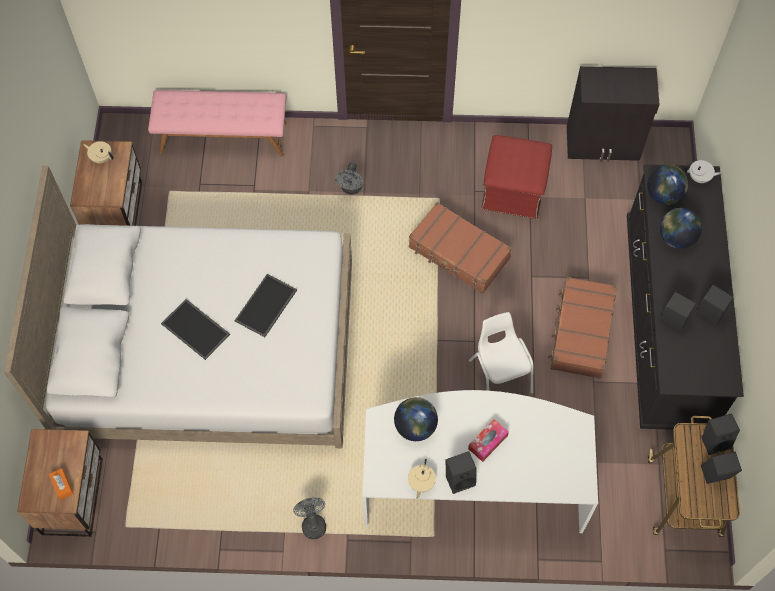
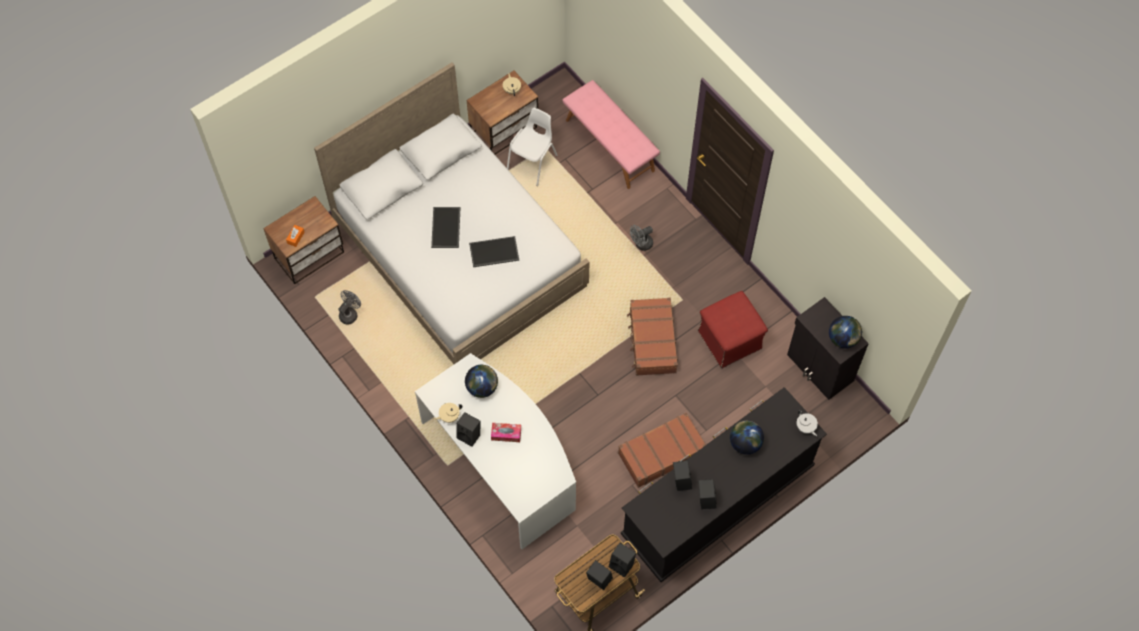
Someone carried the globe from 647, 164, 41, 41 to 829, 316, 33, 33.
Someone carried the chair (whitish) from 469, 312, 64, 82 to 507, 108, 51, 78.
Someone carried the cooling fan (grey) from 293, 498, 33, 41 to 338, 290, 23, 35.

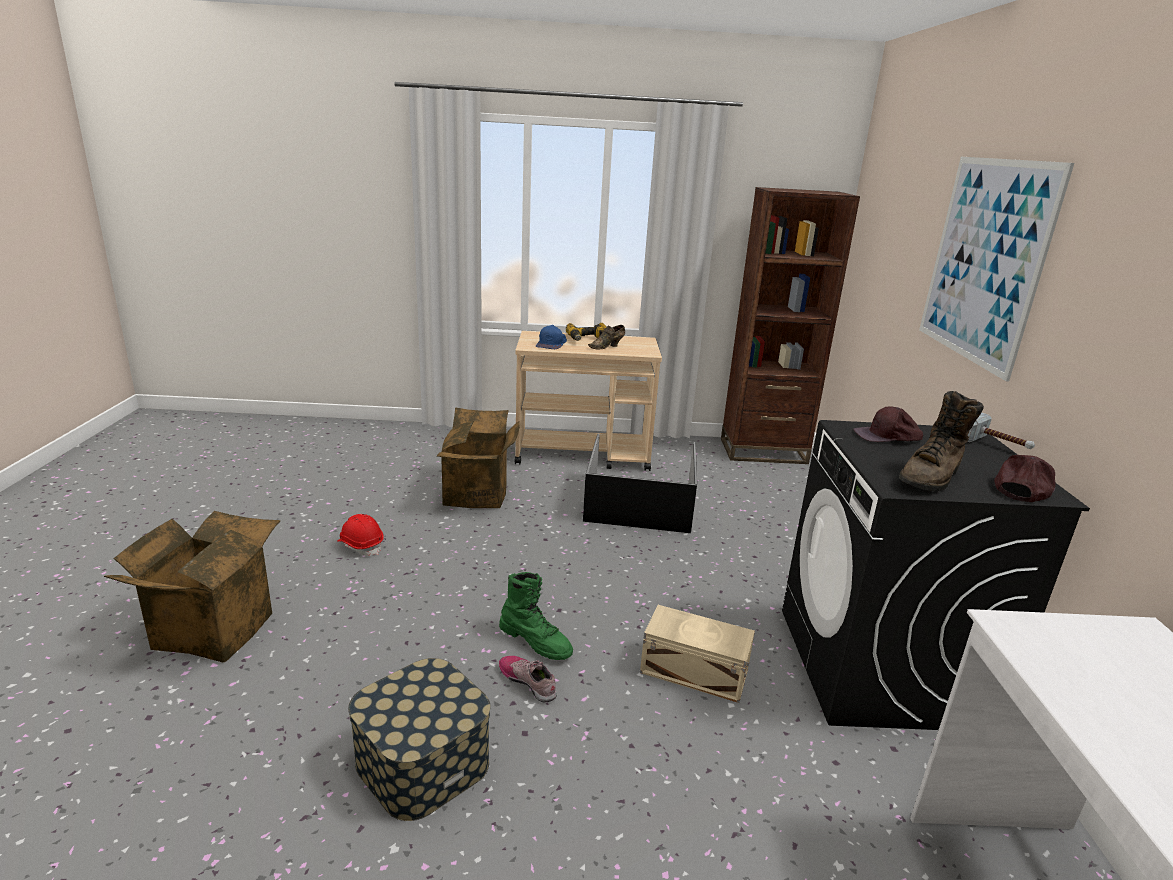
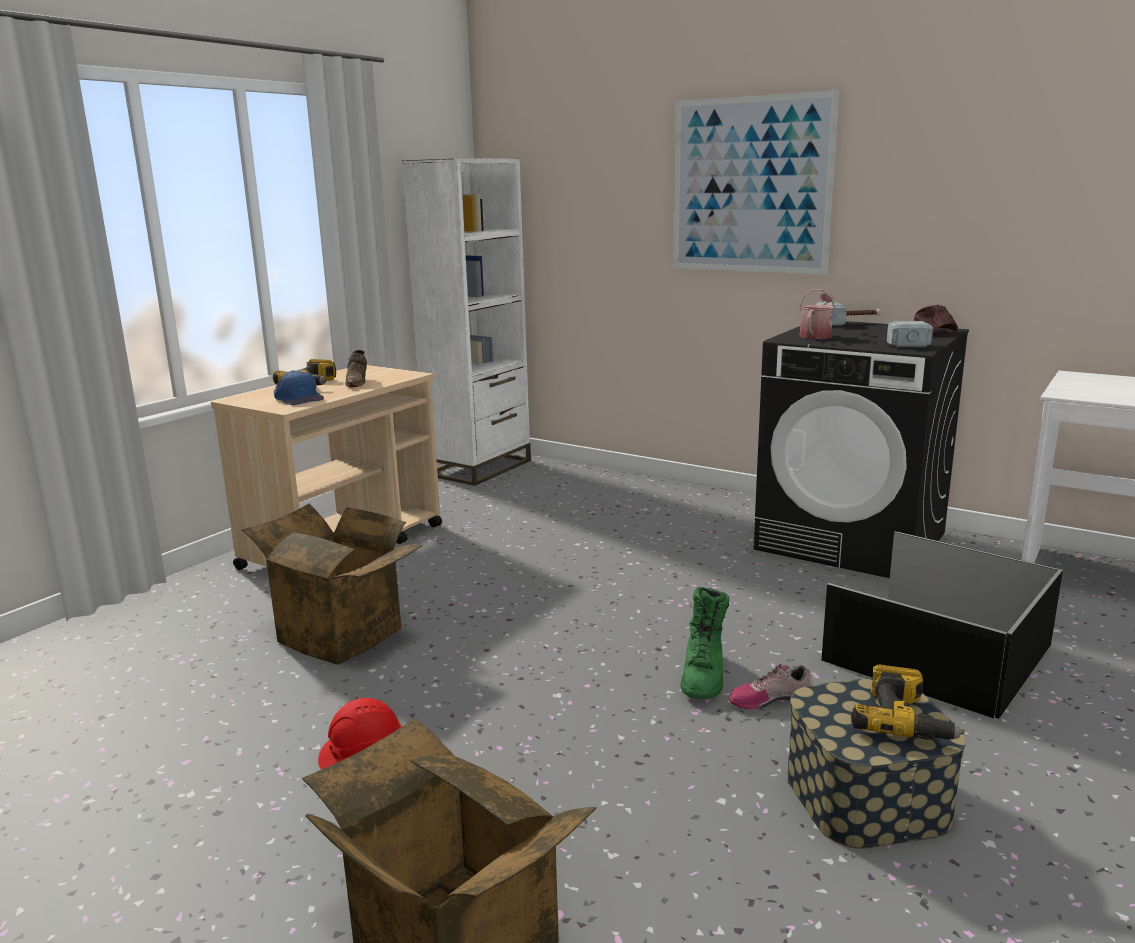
Someone repainted the shelving unit (brown) at 721, 187, 139, 277, which became the shelving unit (whitish) at 402, 158, 129, 328.
Someone swapped the high-top boot (brown) at 899, 391, 85, 100 for the tool hammer at 887, 321, 46, 26.
Someone swapped the cap (brown) at 853, 406, 70, 36 for the sprinkling can at 799, 289, 36, 50.
Someone carried the storage box (blackish) from 583, 433, 114, 100 to 821, 531, 242, 188.
Someone rotated the high-top boot (green-coloured) at 499, 572, 74, 88 by 120 degrees clockwise.
Someone took away the storage box (beige-coloured) at 640, 605, 115, 98.
Someone put down the power drill at 851, 665, 113, 75.

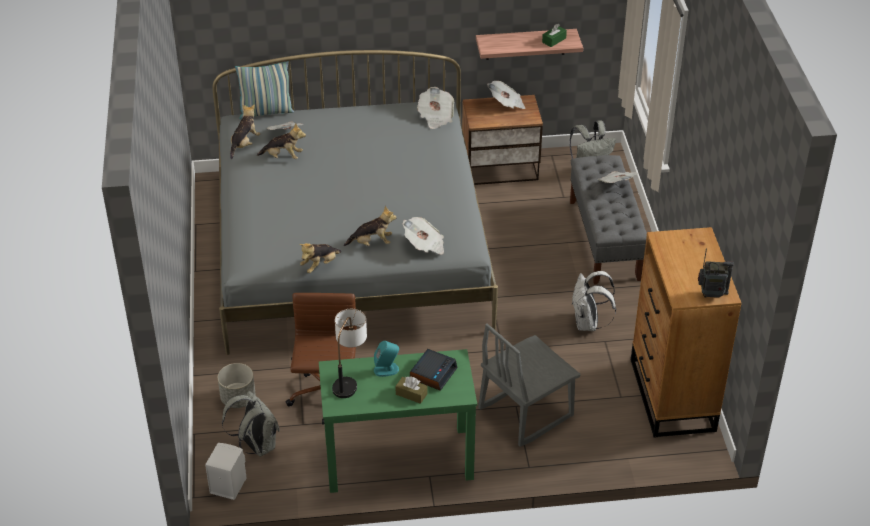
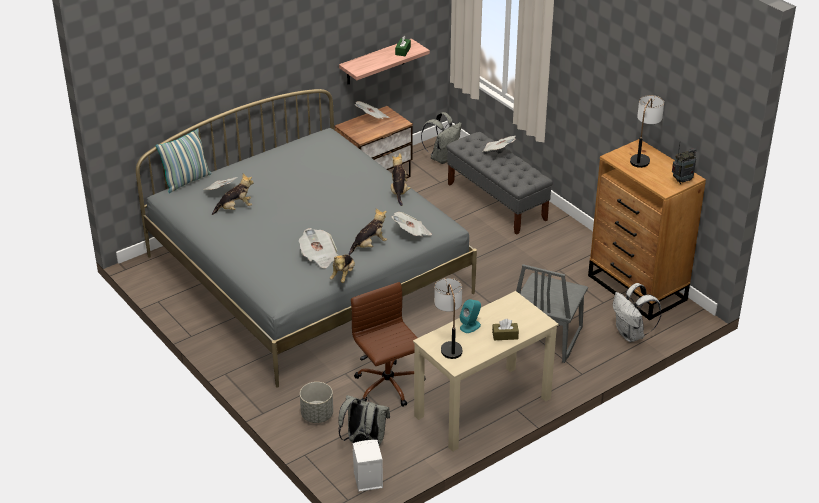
Someone carried the printed paper from 417, 87, 37, 42 to 299, 228, 40, 40.
Someone carried the cuddly toy from 230, 105, 30, 54 to 391, 154, 20, 52.
Someone carried the knapsack (whitish) from 572, 271, 44, 60 to 613, 283, 49, 59.
Someone repainted the desk table (green-coloured) at 319, 349, 158, 144, which became the desk table (beige-coloured) at 413, 291, 146, 161.
Someone took away the bedside clock at 410, 349, 48, 42.
Someone put down the tabletop lamp at 630, 95, 34, 73.

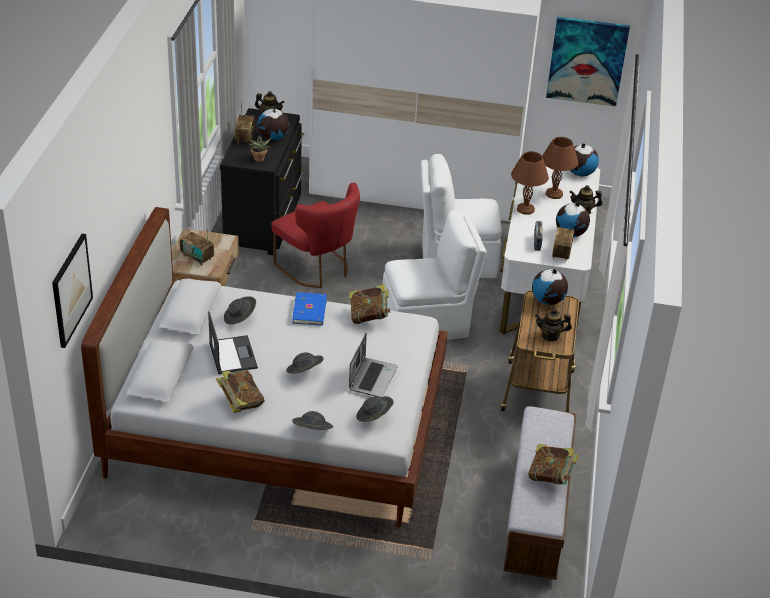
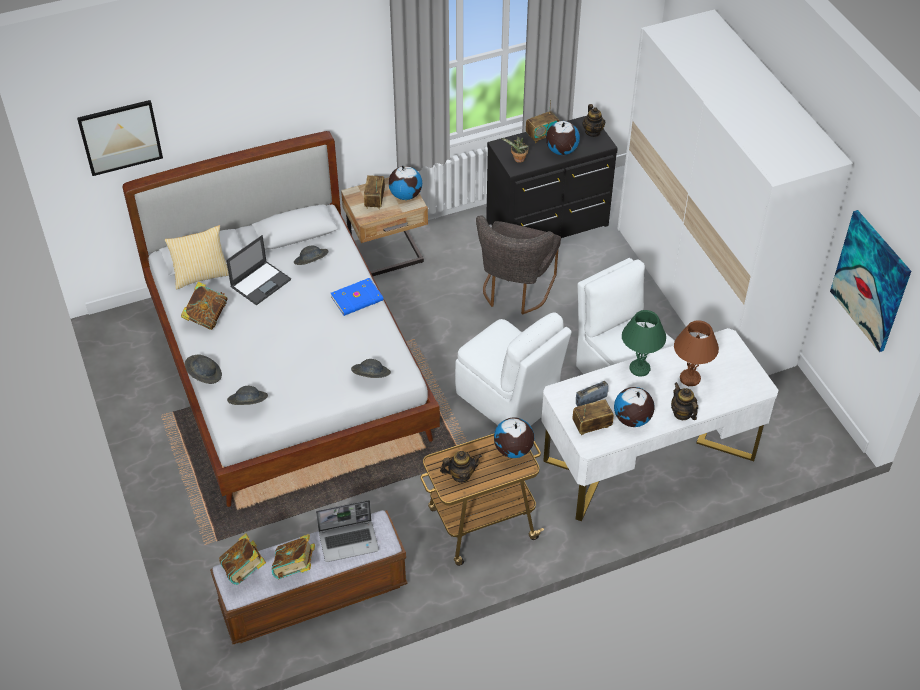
Someone carried the globe from 570, 143, 29, 33 to 388, 166, 34, 34.
Someone repainted the tabletop lamp (brown) at 511, 151, 38, 64, which became the tabletop lamp (green-coloured) at 622, 310, 44, 67.
Someone repainted the chair (red) at 271, 183, 89, 105, which became the chair (grey) at 476, 215, 85, 100.
Someone carried the book from 349, 284, 42, 40 to 219, 533, 47, 52.
Someone rotated the tea pot at 535, 309, 37, 32 by 105 degrees clockwise.
Someone carried the laptop from 349, 333, 49, 64 to 316, 500, 63, 62.
Someone carried the clothing hat (grey) from 286, 352, 38, 22 to 351, 359, 40, 19.
Someone put down the cushion at 164, 225, 65, 65.

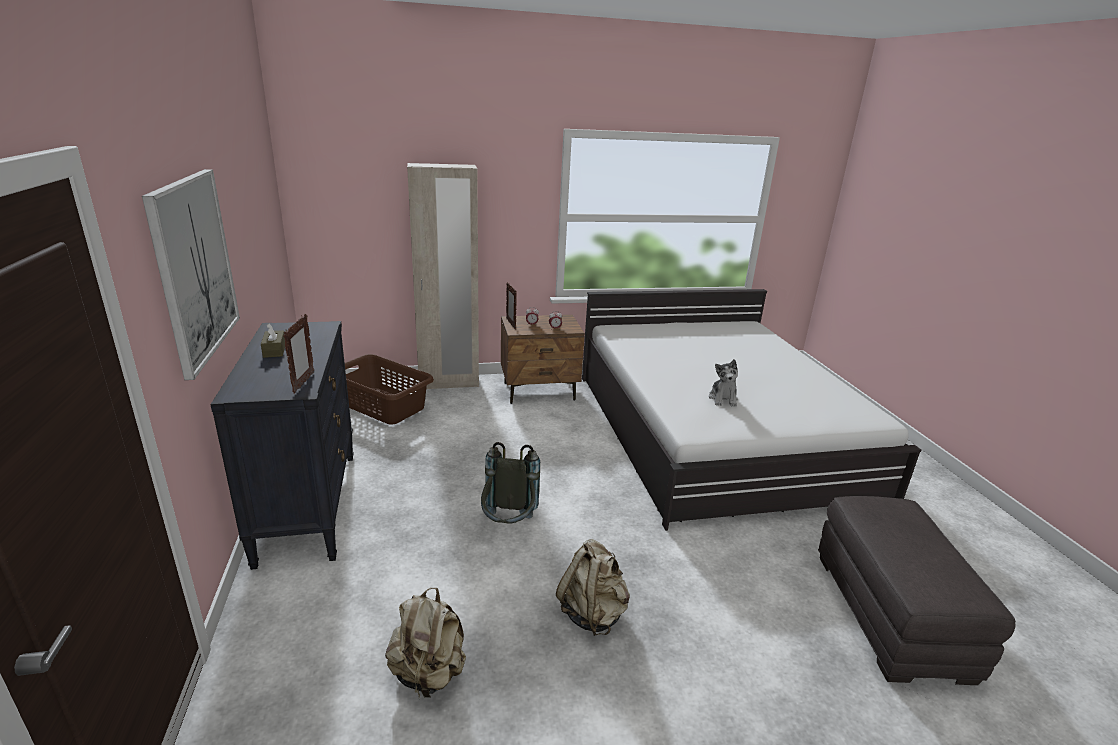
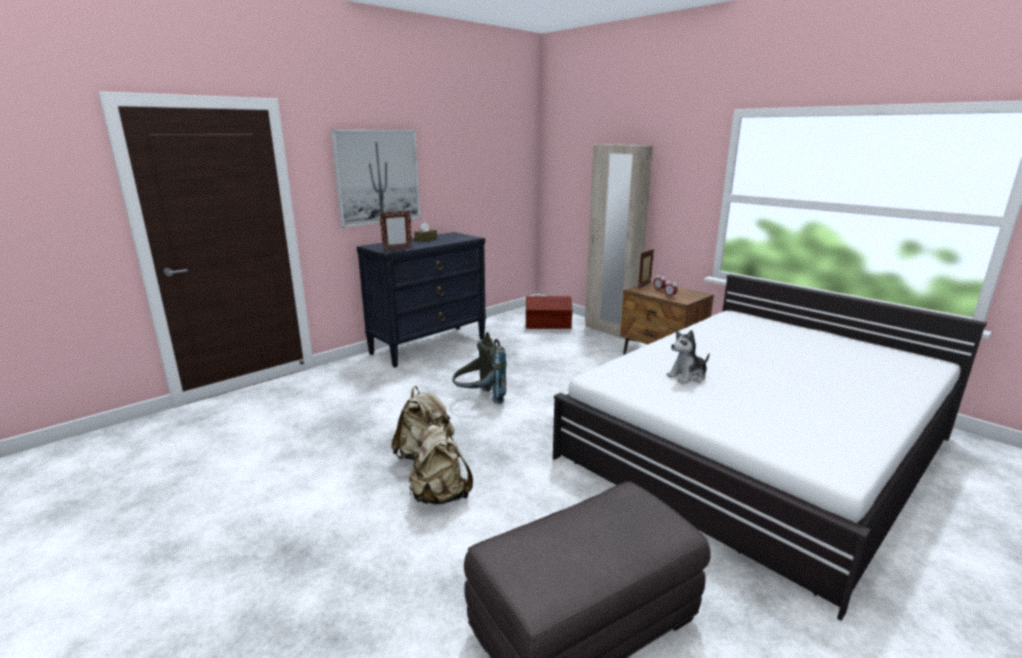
Someone swapped the washing basket (brown) at 345, 354, 89, 71 for the storage box (brown) at 526, 296, 46, 33.
Someone carried the knapsack (beige-coloured) from 385, 588, 81, 109 to 409, 424, 64, 81.

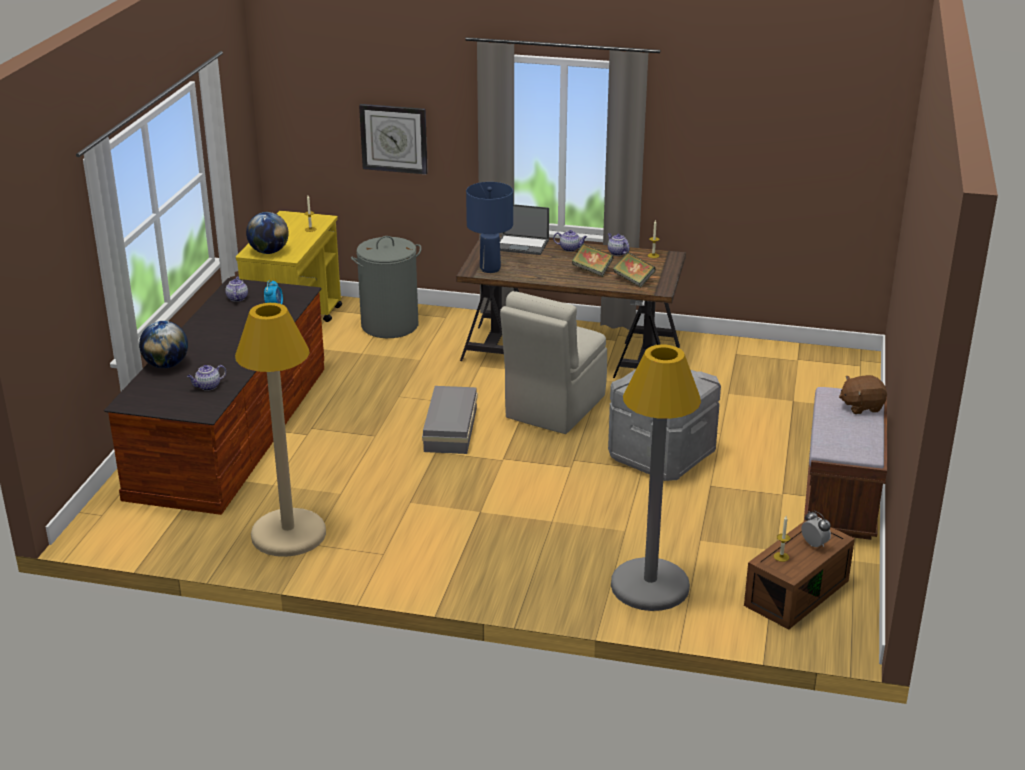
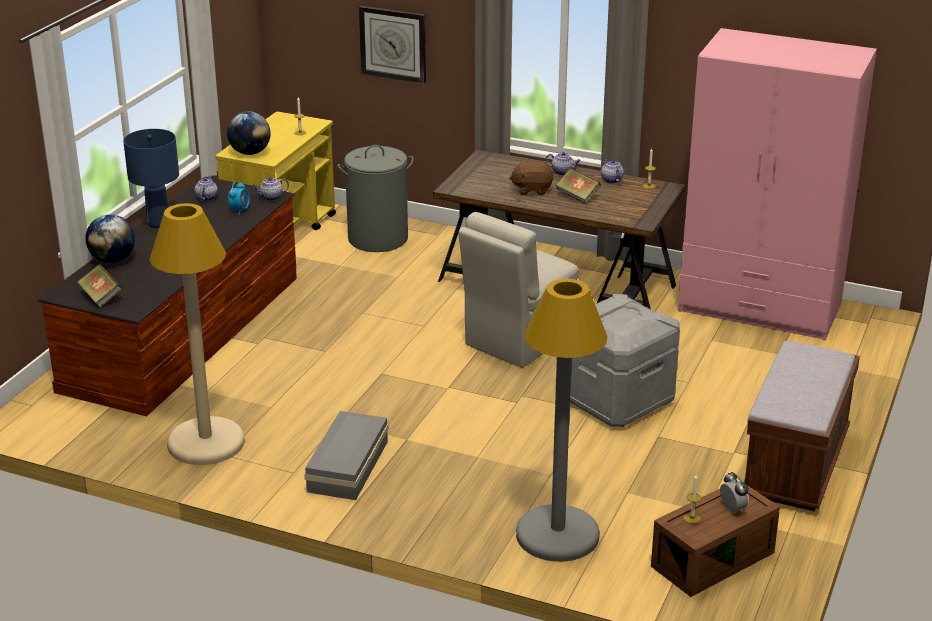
Someone carried the tabletop lamp (blue) from 466, 182, 47, 91 to 123, 129, 56, 99.
Someone took away the laptop at 500, 204, 49, 51.
Someone carried the book from 613, 252, 43, 36 to 77, 264, 45, 43.
Someone carried the tea pot from 187, 365, 39, 26 to 253, 177, 36, 24.
Someone carried the cuddly toy (brown) from 839, 375, 48, 39 to 509, 161, 45, 34.
Someone carried the storage box (grey) from 422, 386, 56, 68 to 304, 411, 85, 89.
Someone put down the armoire (pink) at 678, 28, 199, 313.

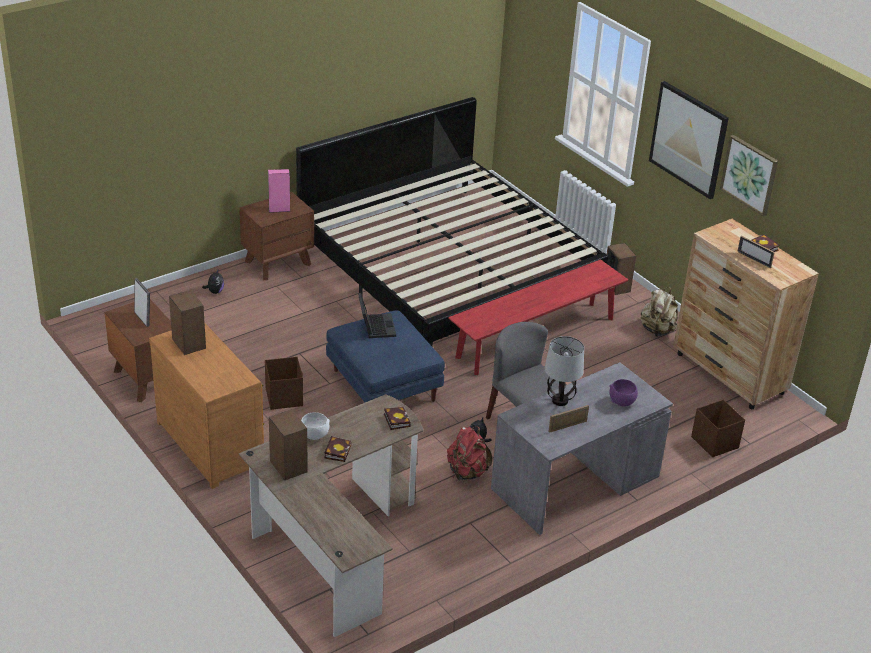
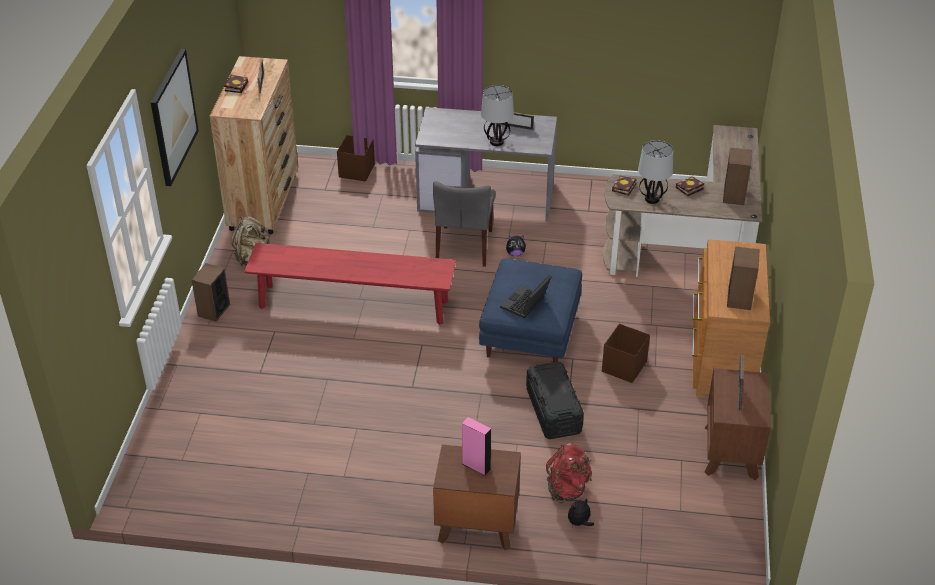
Someone took away the bed at 296, 97, 312, 250.
Someone took away the wall picture at 720, 135, 58, 81.
Someone took away the deep dish (purplish) at 609, 379, 29, 27.
Someone took away the deep dish (whitish) at 301, 412, 29, 28.
Someone carried the knapsack (red) from 447, 426, 45, 54 to 546, 443, 46, 60.
Someone put down the tabletop lamp at 638, 140, 35, 64.
Someone put down the storage box (blackish) at 526, 362, 58, 77.

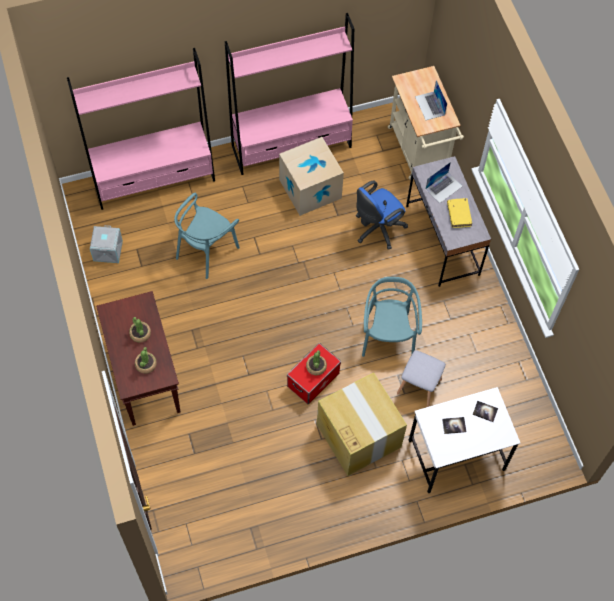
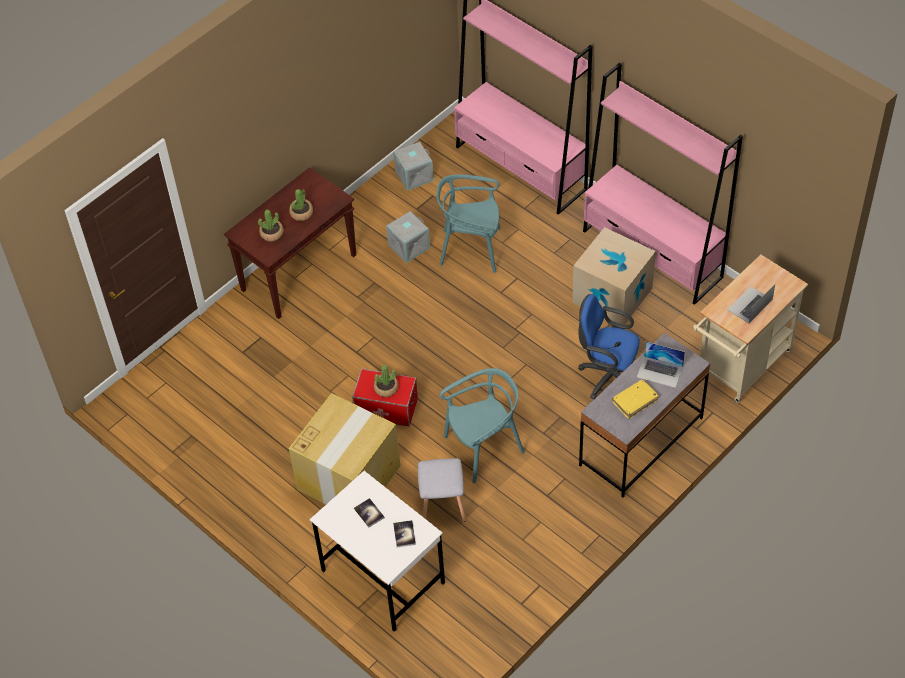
Someone put down the storage box (grey) at 386, 211, 44, 52.

